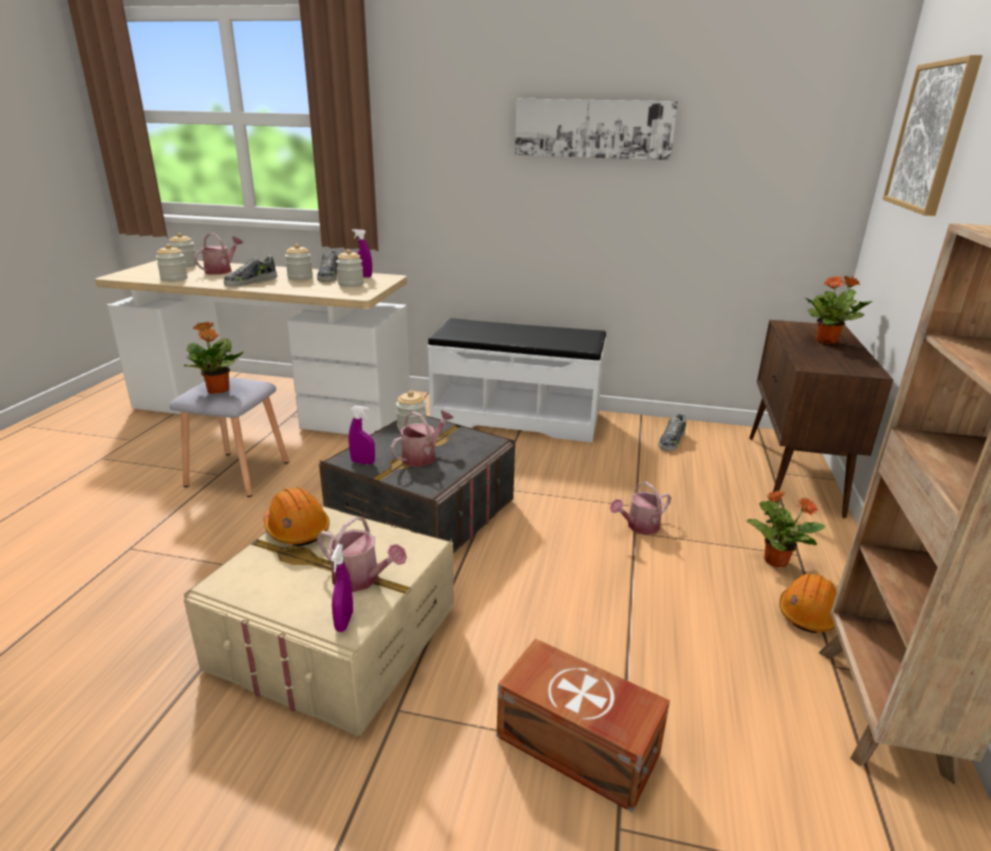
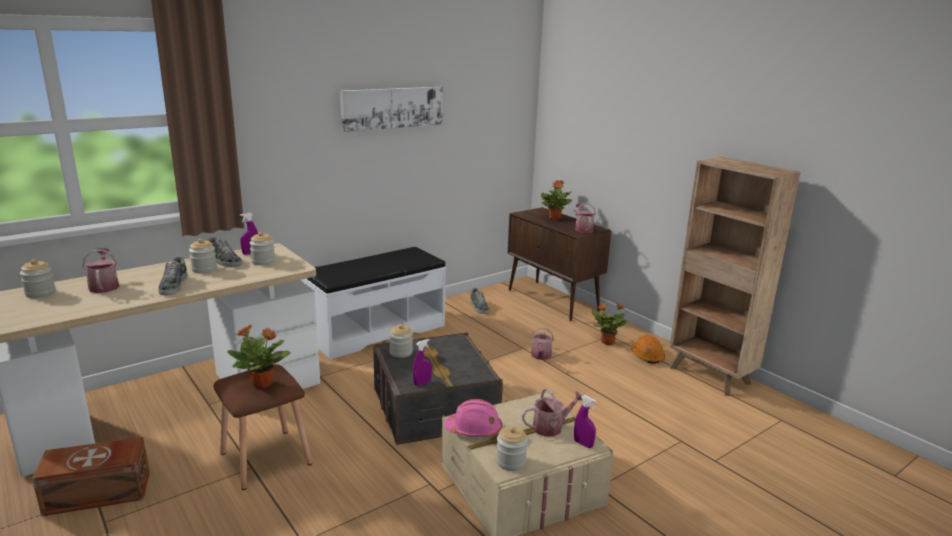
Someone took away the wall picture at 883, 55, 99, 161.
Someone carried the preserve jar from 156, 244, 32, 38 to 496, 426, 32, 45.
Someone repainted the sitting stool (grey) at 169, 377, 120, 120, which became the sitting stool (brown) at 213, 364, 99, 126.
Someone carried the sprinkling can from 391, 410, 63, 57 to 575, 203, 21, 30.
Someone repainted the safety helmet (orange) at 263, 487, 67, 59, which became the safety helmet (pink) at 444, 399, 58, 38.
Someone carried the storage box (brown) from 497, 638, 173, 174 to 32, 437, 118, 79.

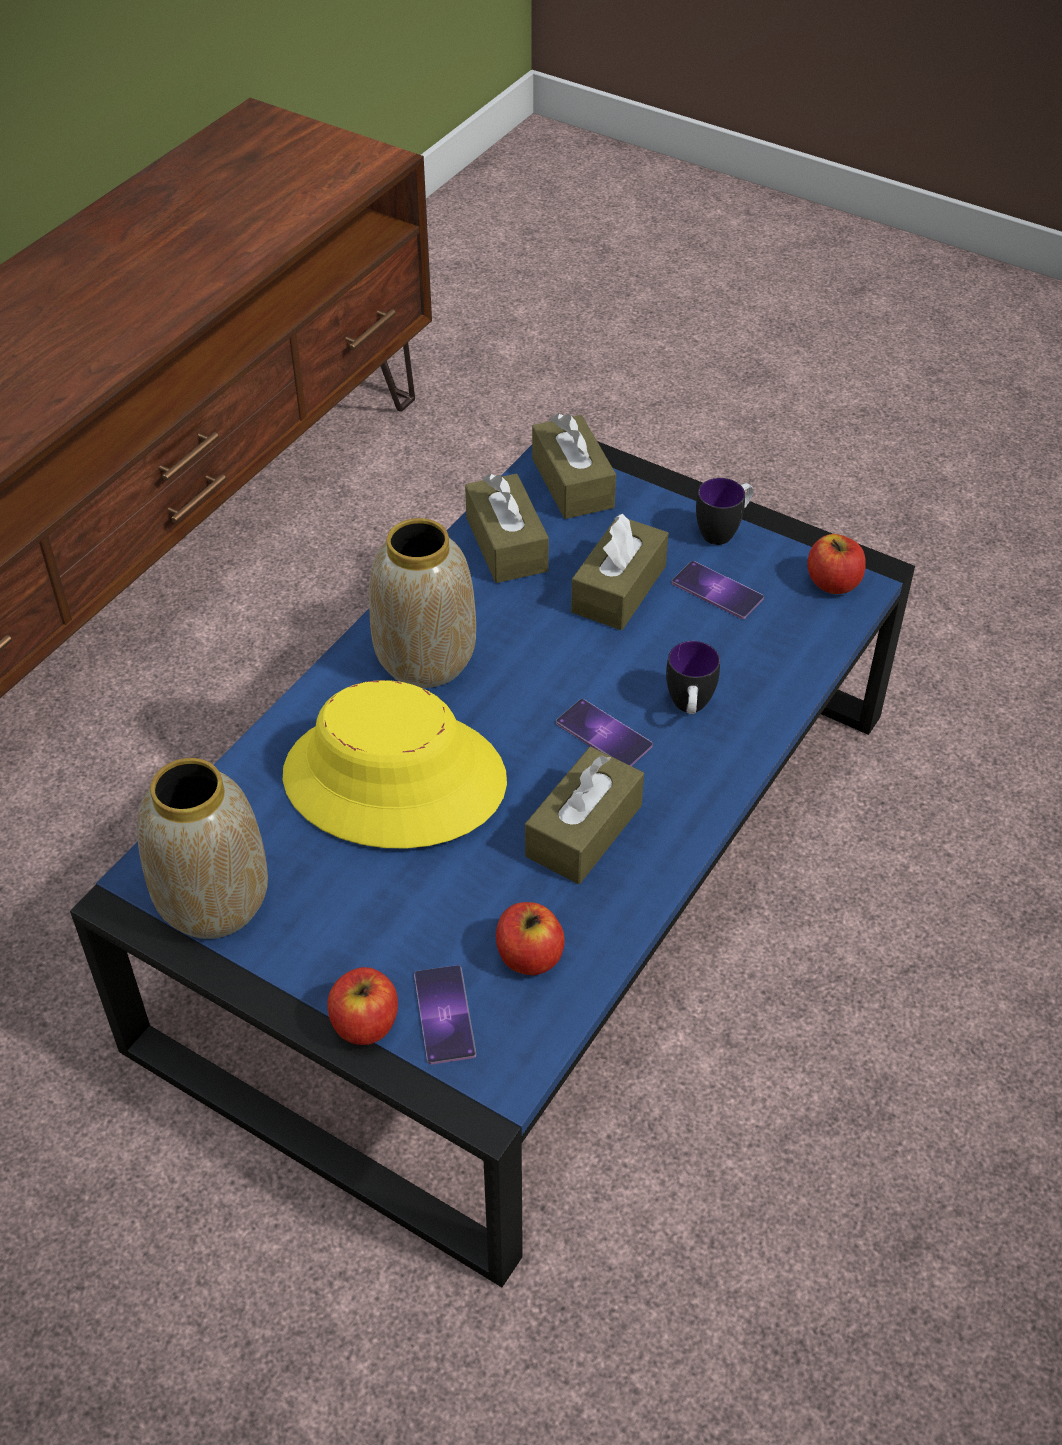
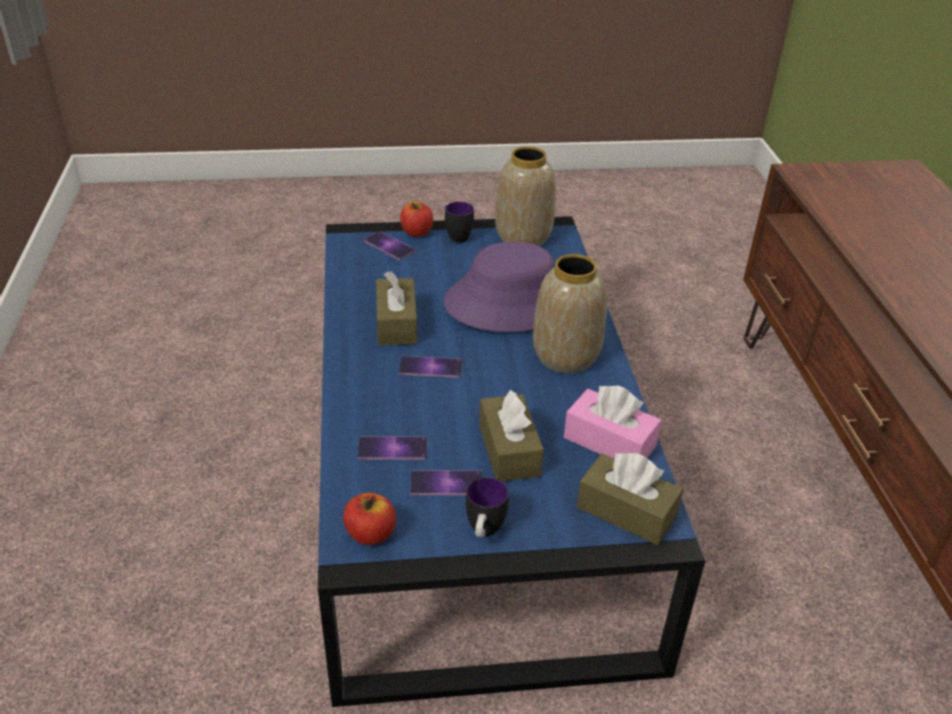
Someone repainted the tissue box (brown) at 465, 474, 84, 109, which became the tissue box (pink) at 564, 385, 98, 74.
Someone carried the coffee mug from 666, 641, 54, 73 to 443, 202, 31, 41.
Someone repainted the clothing hat (yellowish) at 283, 680, 224, 169, which became the clothing hat (purplish) at 444, 242, 110, 90.
Someone took away the apple fruit at 496, 902, 69, 73.
Someone put down the telephone at 357, 436, 70, 24.

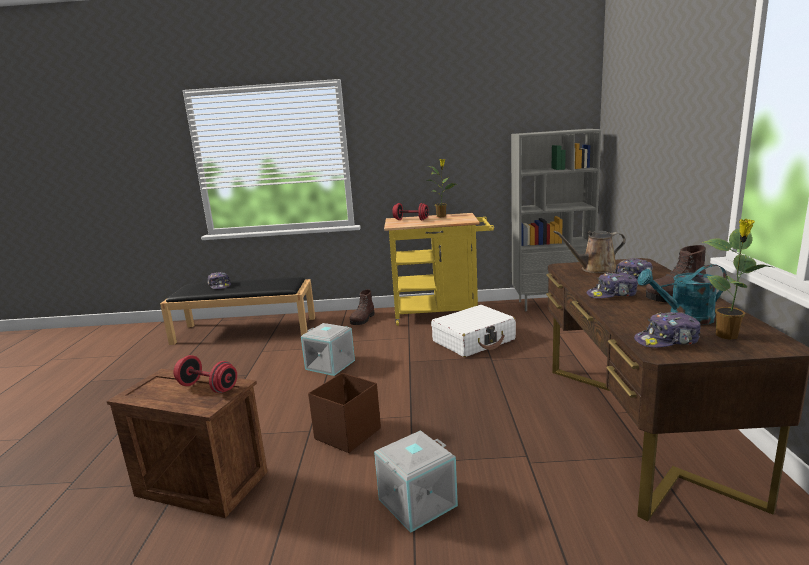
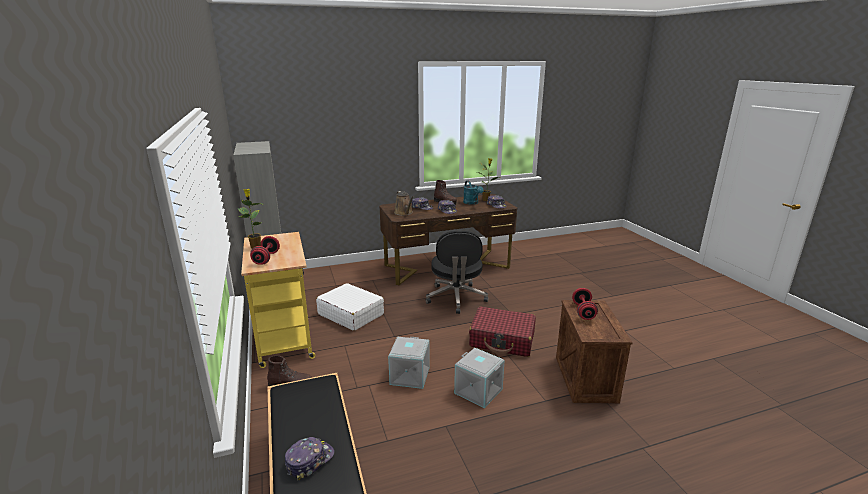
Someone swapped the storage box (brown) at 308, 373, 73, 80 for the suitcase (red) at 469, 306, 67, 51.
Someone carried the storage box (grey) from 374, 430, 84, 103 to 454, 348, 51, 60.
Someone put down the office chair (blackish) at 425, 231, 63, 83.

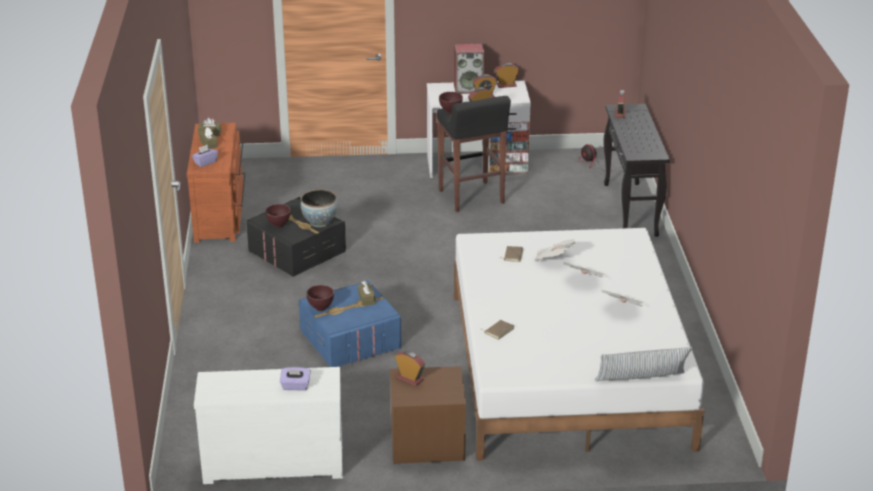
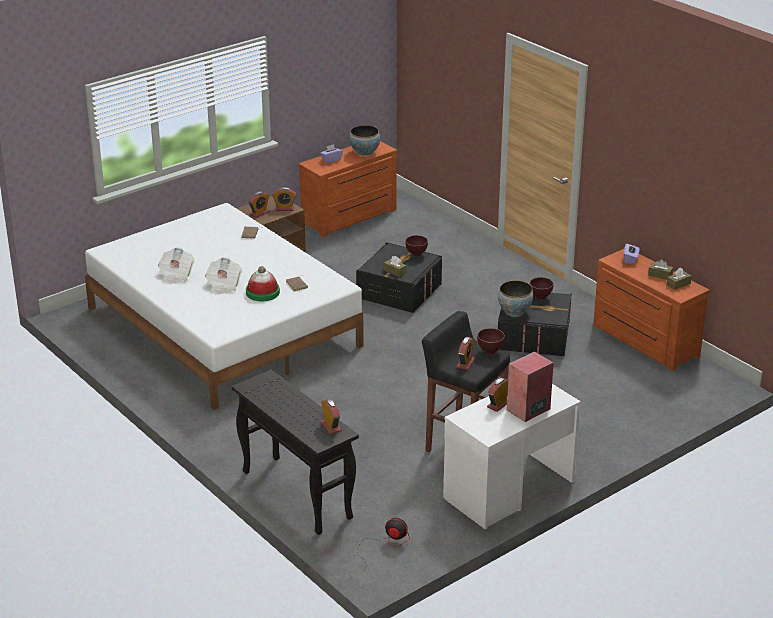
Someone carried the bedside clock from 495, 63, 24, 25 to 248, 192, 21, 26.
Someone swapped the printed paper at 535, 239, 40, 21 for the clothing hat at 246, 266, 34, 35.
Someone repainted the storage box (blue) at 299, 280, 102, 87, which became the storage box (blackish) at 356, 242, 86, 71.
Someone took away the cushion at 595, 347, 97, 34.
Someone repainted the drawer chest (whitish) at 194, 367, 149, 117, which became the drawer chest (brown) at 299, 141, 98, 96.
Someone put down the deep dish at 349, 125, 31, 31.

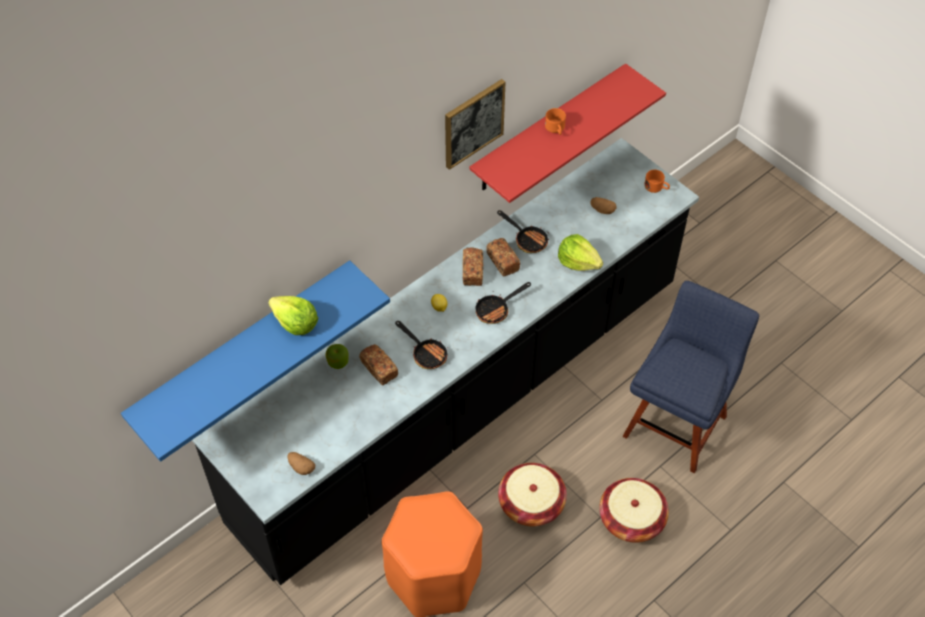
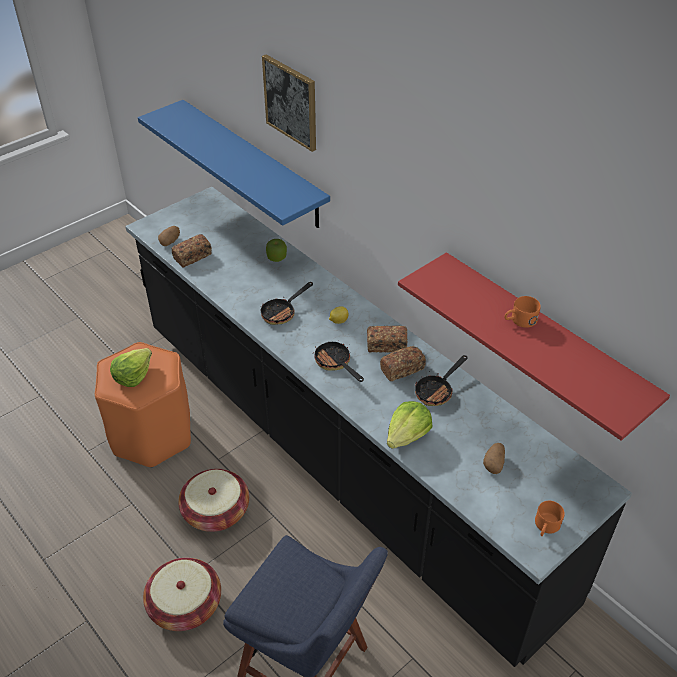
Someone carried the wall picture from 445, 79, 61, 91 to 262, 54, 54, 98.
Someone carried the lettuce head from 268, 296, 50, 39 to 110, 348, 42, 39.
Someone carried the bread from 359, 344, 39, 42 to 172, 234, 40, 34.

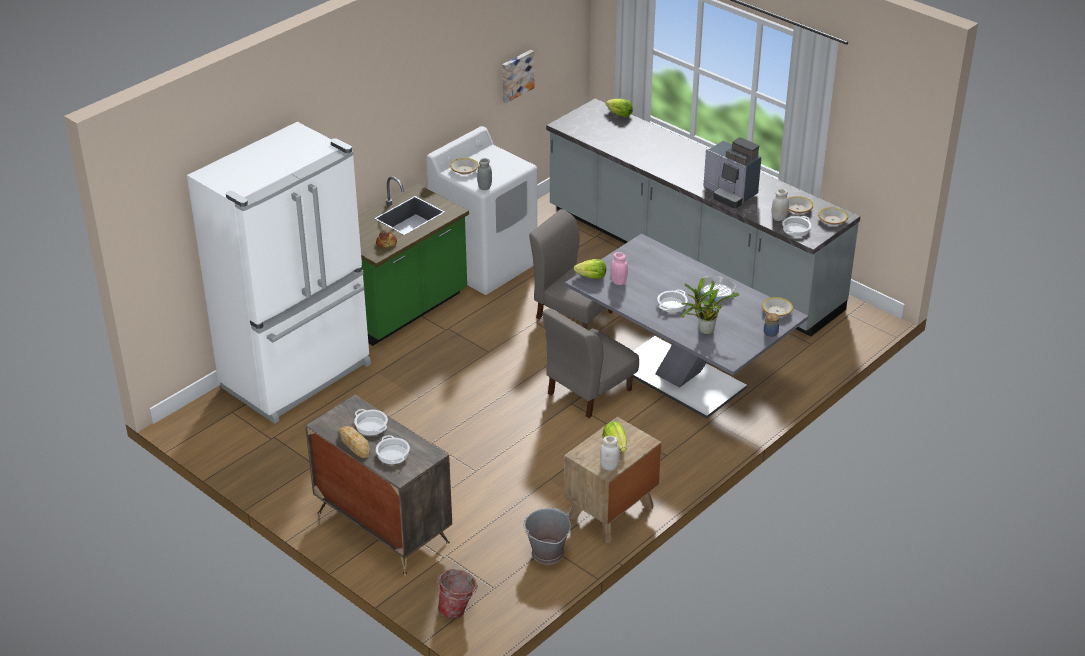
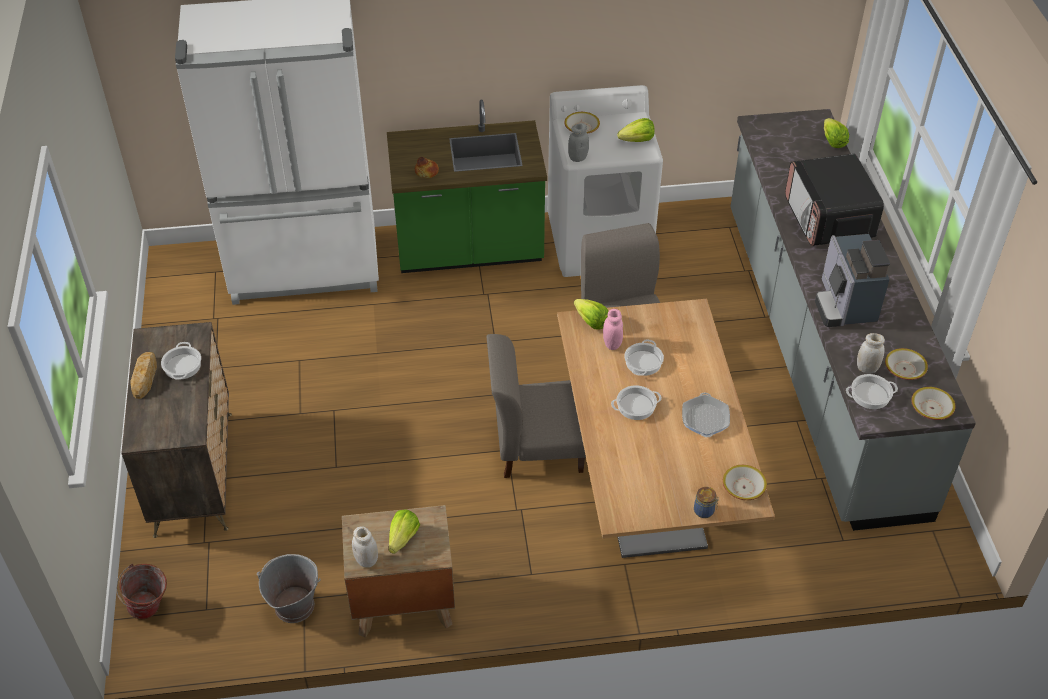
Someone took away the wall picture at 502, 50, 32, 53.
Someone repainted the dining table (grey) at 565, 234, 243, 185, which became the dining table (brown) at 557, 299, 218, 259.
Someone took away the houseplant at 681, 277, 59, 57.
Someone carried the saucepot from 376, 435, 34, 29 to 624, 339, 40, 37.
Someone put down the lettuce head at 617, 118, 38, 24.
Someone put down the kitchen microwave at 785, 154, 99, 92.

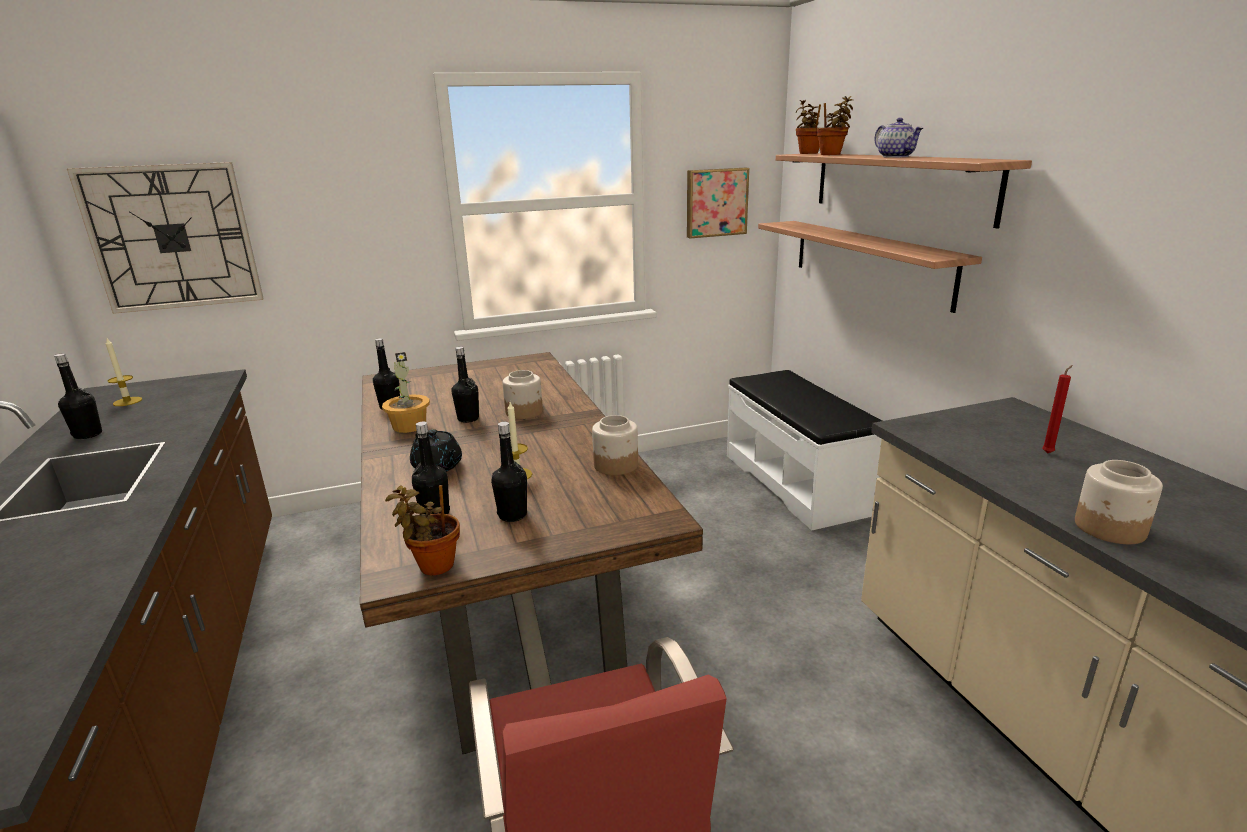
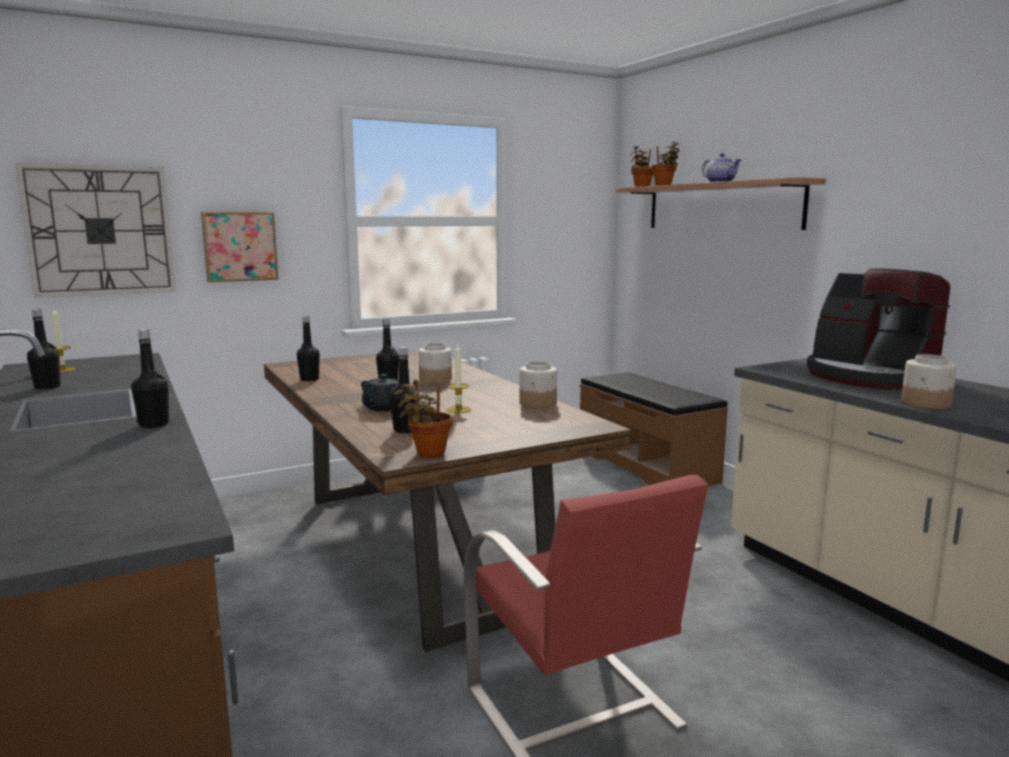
Someone carried the wall picture from 687, 168, 62, 70 to 201, 212, 78, 70.
Someone took away the shelf at 758, 221, 224, 92.
Someone took away the houseplant at 382, 352, 48, 81.
Someone swapped the wax light (red) at 1042, 365, 31, 89 for the coffee maker at 807, 269, 143, 121.
Someone repainted the long seat (whitish) at 727, 370, 155, 161, which became the long seat (brown) at 580, 372, 148, 115.
Someone carried the bottle (blackish) from 491, 422, 36, 100 to 131, 329, 38, 99.

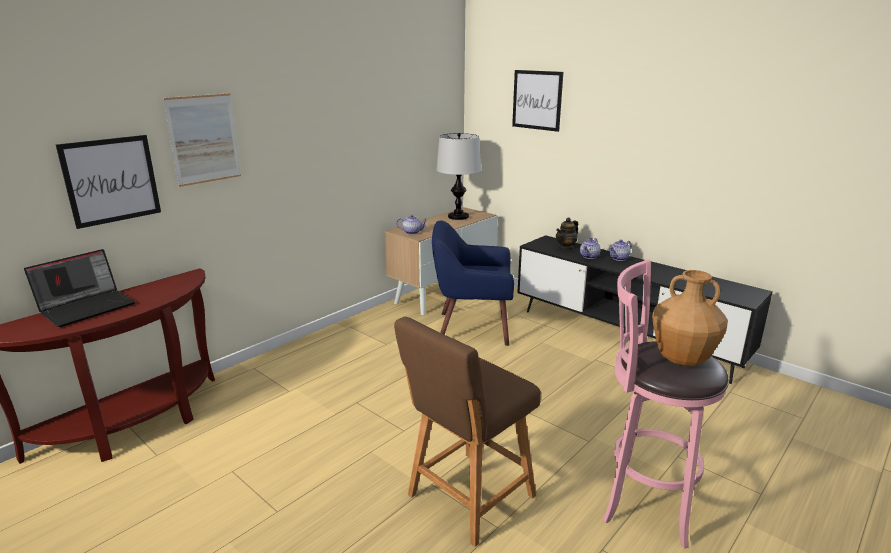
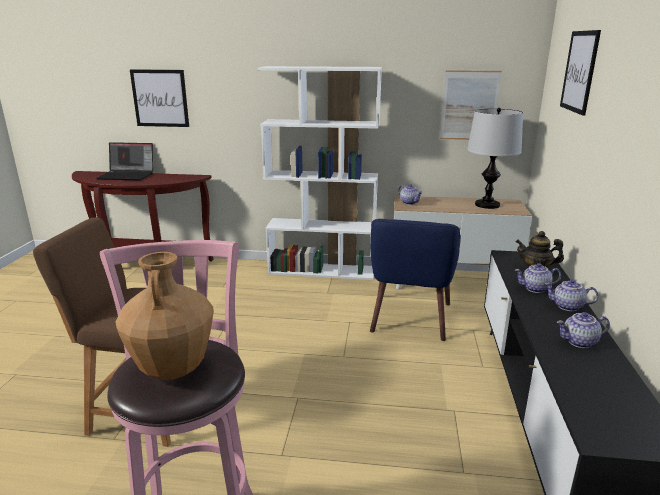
Someone carried the wall picture from 163, 93, 78, 94 to 440, 70, 62, 70.
Someone rotated the lounge chair (blue) at 432, 220, 82, 126 by 135 degrees counterclockwise.
Someone put down the shelving unit (whitish) at 257, 66, 125, 214.
Someone put down the tea pot at 557, 312, 53, 36.

